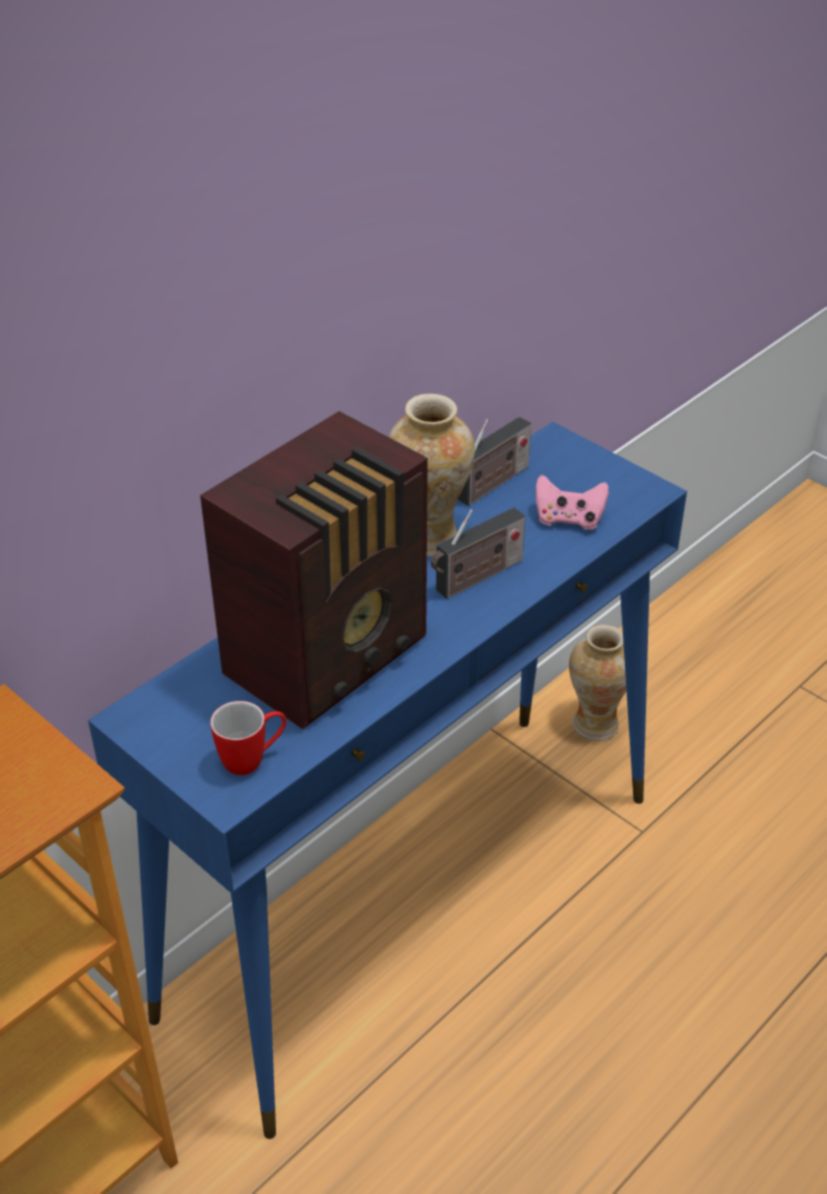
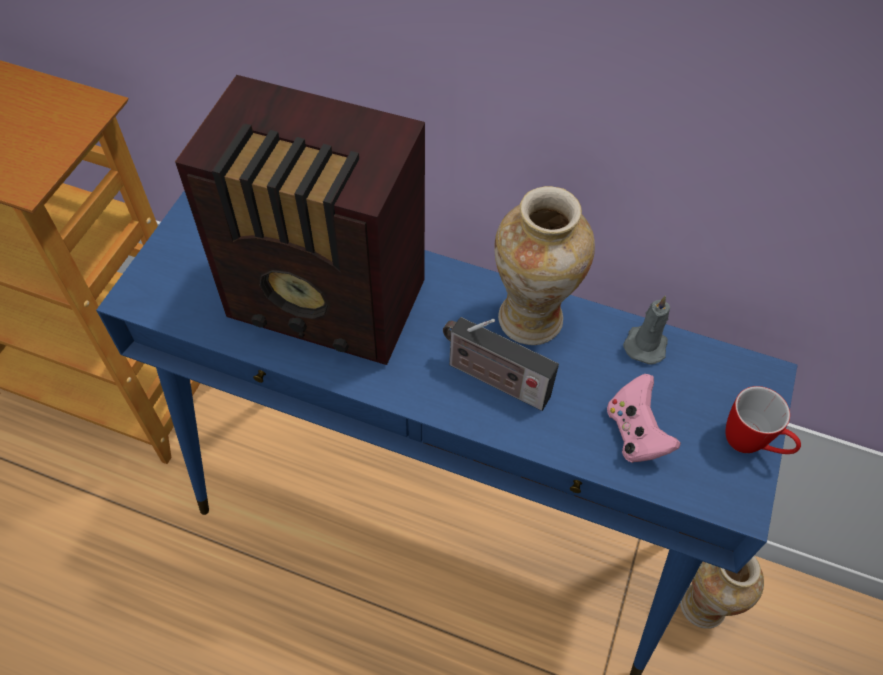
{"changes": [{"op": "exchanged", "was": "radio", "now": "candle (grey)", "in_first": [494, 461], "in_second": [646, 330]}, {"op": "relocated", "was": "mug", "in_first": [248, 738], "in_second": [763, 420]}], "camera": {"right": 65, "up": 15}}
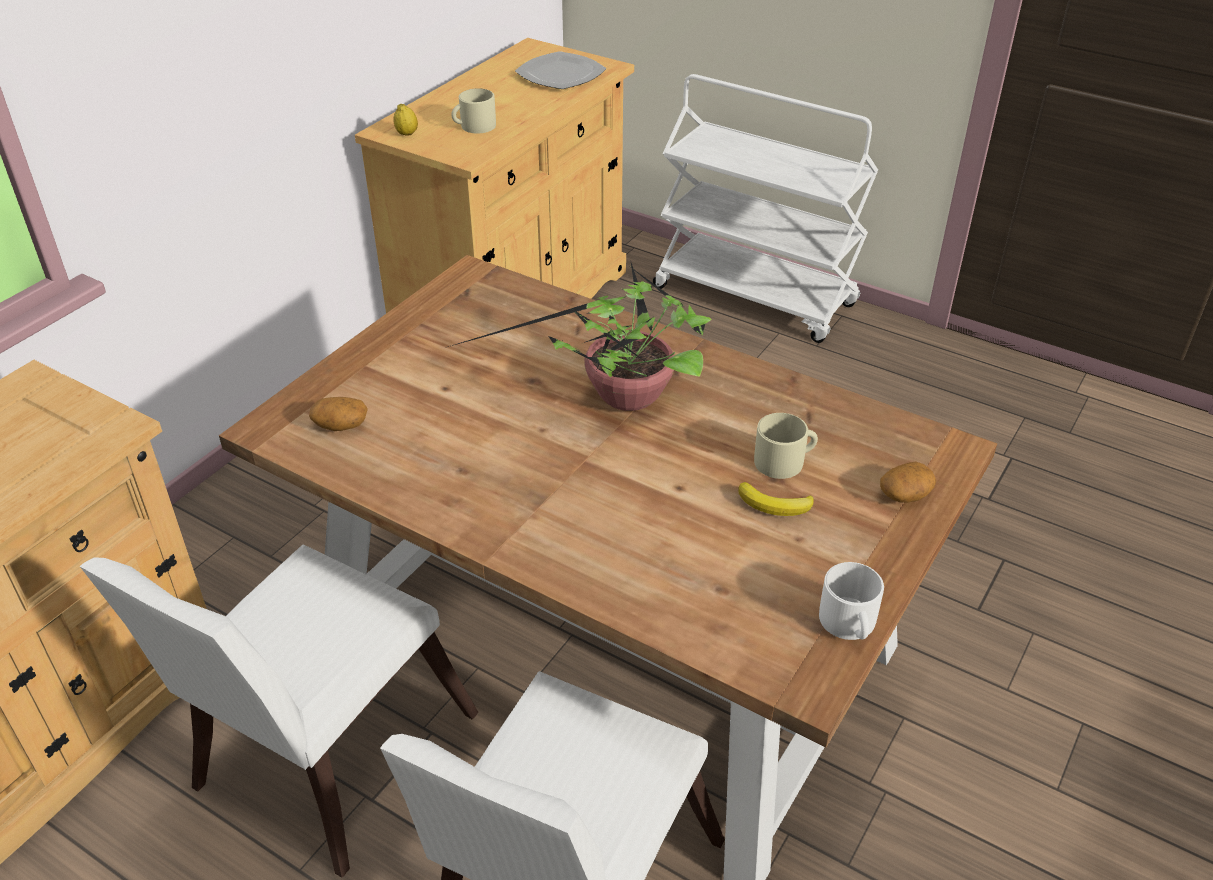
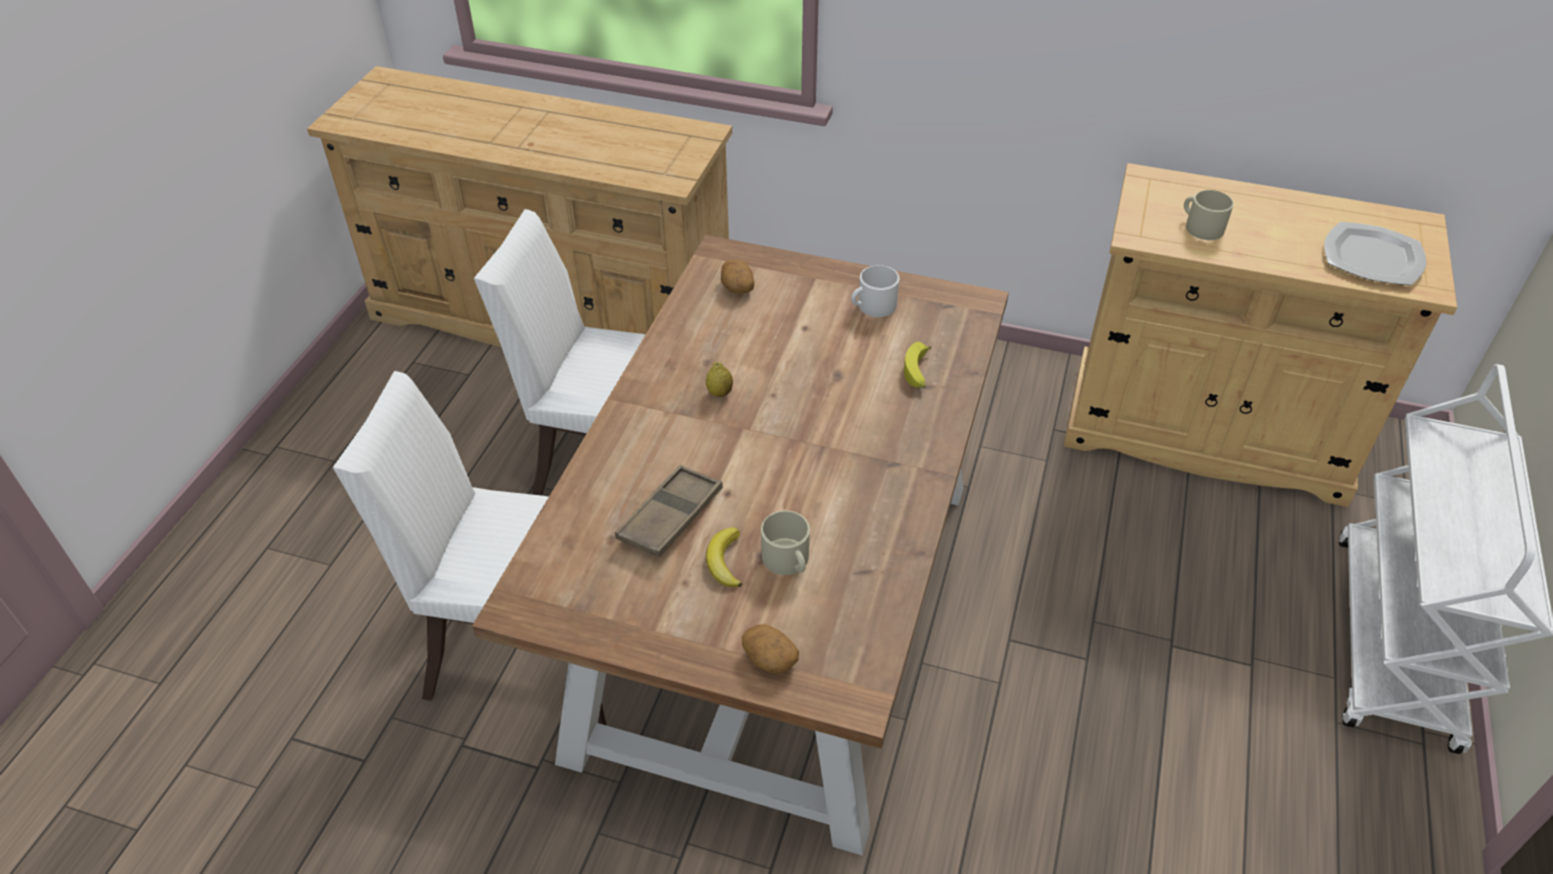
{"changes": [{"op": "relocated", "was": "lemon", "in_first": [405, 120], "in_second": [719, 379]}, {"op": "missing", "was": "potted plant", "in_first": [578, 337]}, {"op": "relocated", "was": "mug (white)", "in_first": [851, 601], "in_second": [875, 291]}, {"op": "appeared", "now": "banana", "in_second": [917, 365]}, {"op": "appeared", "now": "tray (brown)", "in_second": [669, 511]}], "camera": {"right": 75, "up": 5}}
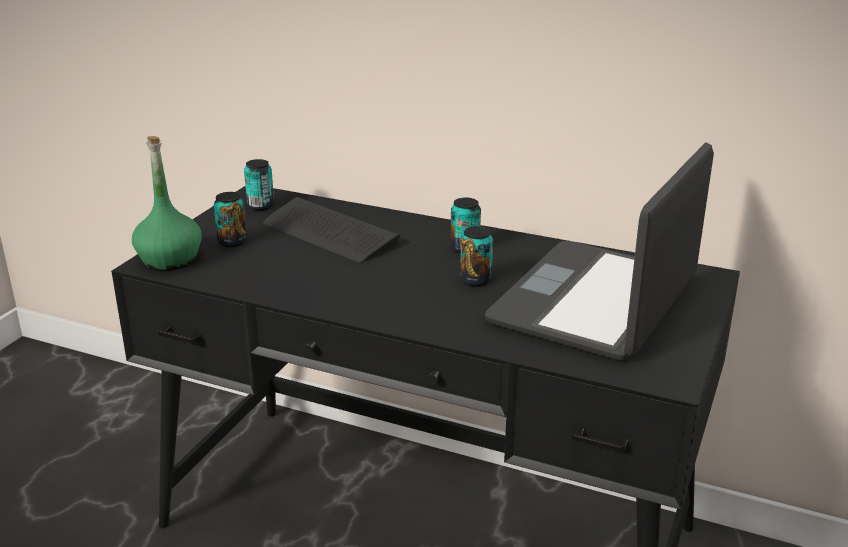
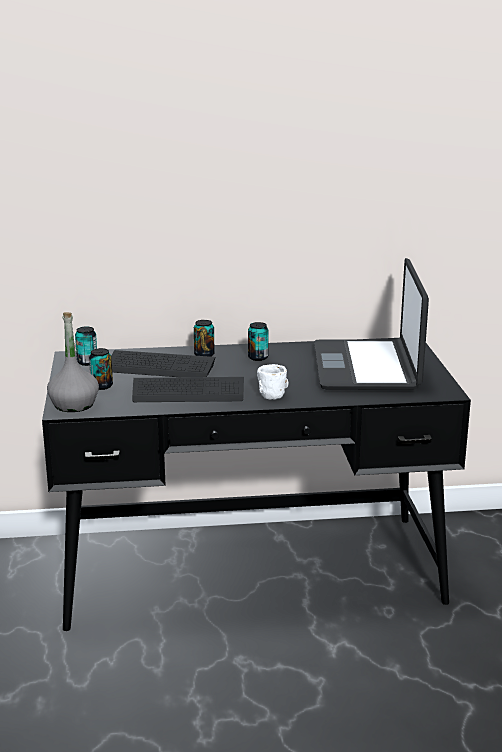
{"changes": [{"op": "colour", "was": "bottle (green)", "now": "bottle (grey)", "in_first": [167, 203], "in_second": [73, 362]}, {"op": "relocated", "was": "can", "in_first": [476, 256], "in_second": [204, 338]}, {"op": "appeared", "now": "mug (white)", "in_second": [272, 382]}, {"op": "appeared", "now": "keyboard", "in_second": [188, 389]}], "camera": {"right": -30, "up": -5}}
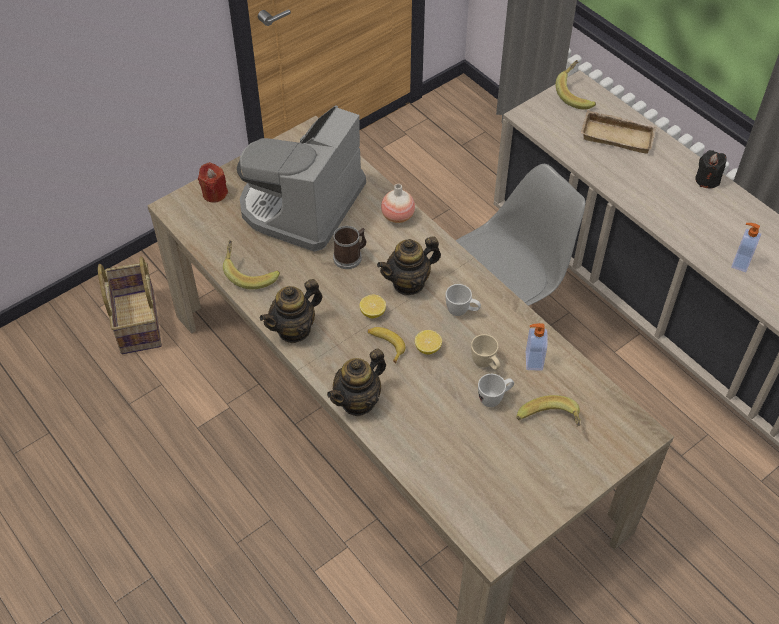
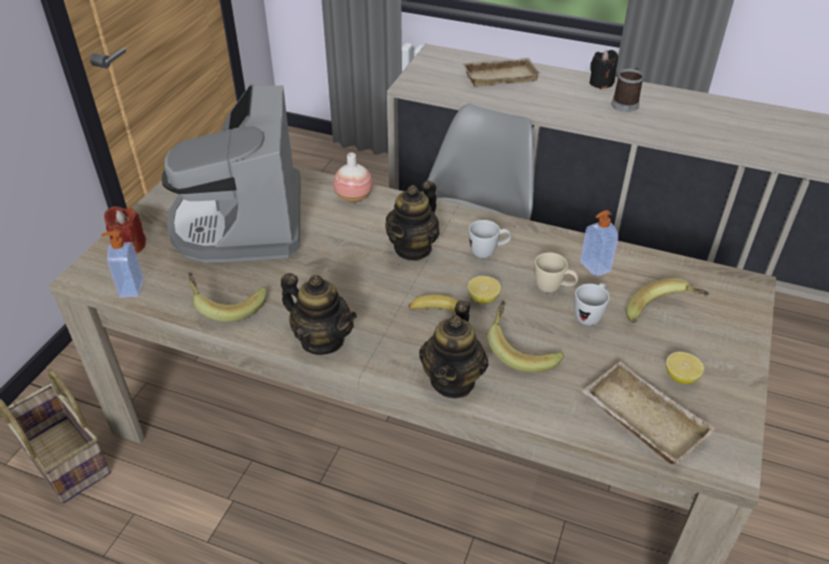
{"changes": [{"op": "relocated", "was": "banana", "in_first": [576, 85], "in_second": [525, 336]}, {"op": "relocated", "was": "soap dispenser", "in_first": [746, 247], "in_second": [122, 264]}, {"op": "relocated", "was": "mug", "in_first": [349, 247], "in_second": [627, 90]}, {"op": "spun", "was": "teapot", "in_first": [291, 311], "in_second": [319, 314], "clockwise": -75}, {"op": "relocated", "was": "lemon", "in_first": [373, 306], "in_second": [685, 368]}, {"op": "appeared", "now": "tray (beige)", "in_second": [649, 412]}], "camera": {"right": -30, "up": -10}}
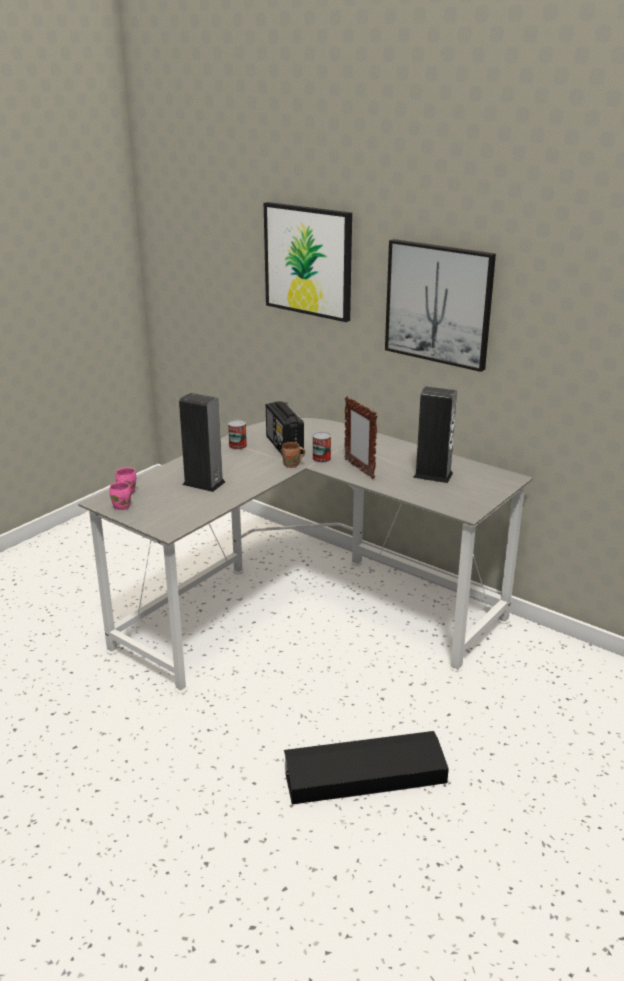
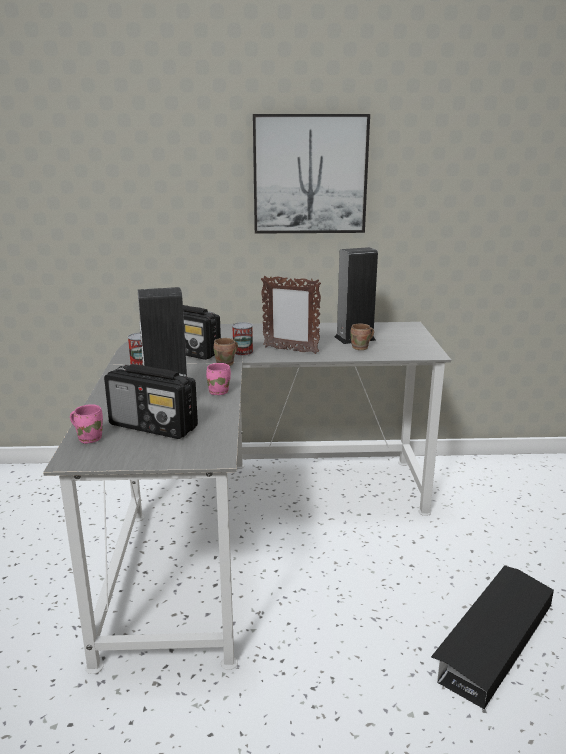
{"changes": [{"op": "missing", "was": "picture", "in_first": [308, 262]}, {"op": "relocated", "was": "mug (pink)", "in_first": [120, 496], "in_second": [218, 379]}, {"op": "appeared", "now": "mug (brown)", "in_second": [362, 337]}, {"op": "appeared", "now": "radio", "in_second": [151, 401]}], "camera": {"right": -40, "up": -5}}
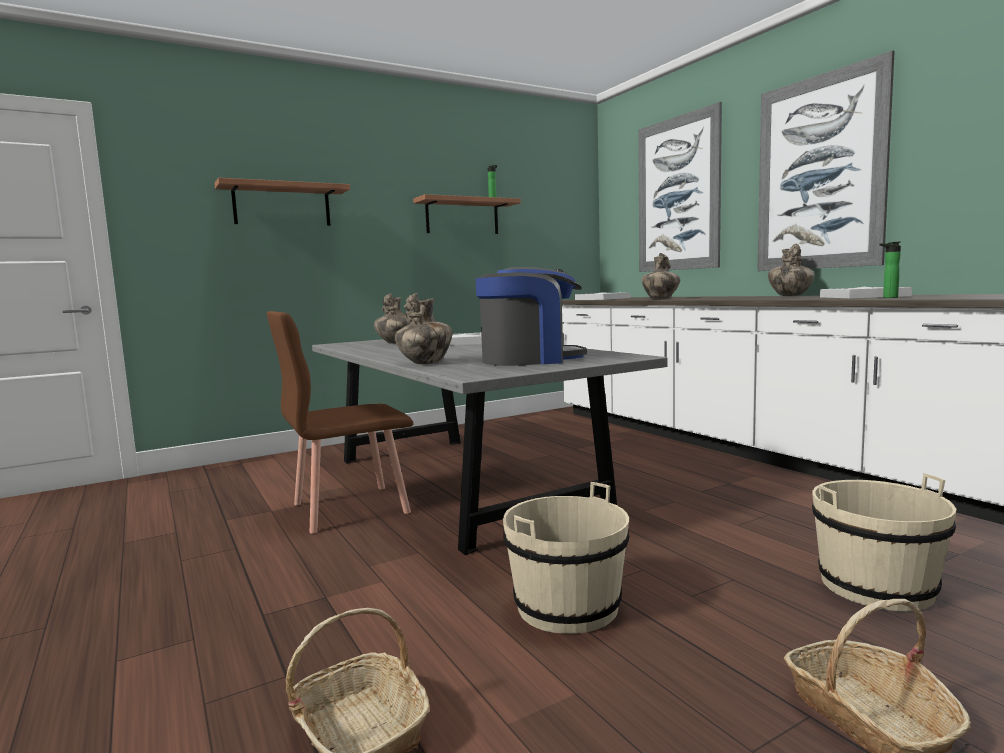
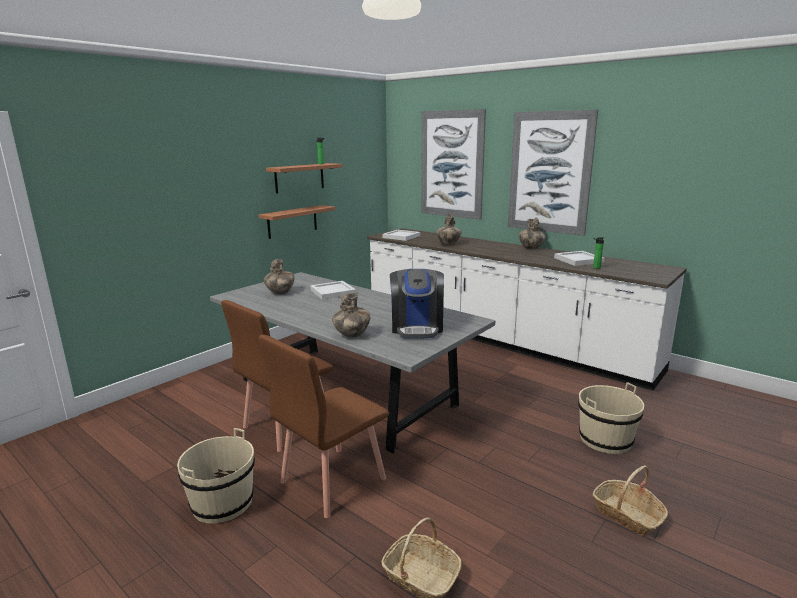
{"changes": [{"op": "relocated", "was": "shelf", "in_first": [282, 202], "in_second": [297, 222]}, {"op": "spun", "was": "coffee machine", "in_first": [531, 316], "in_second": [417, 303], "clockwise": 120}, {"op": "relocated", "was": "bucket (beige)", "in_first": [566, 558], "in_second": [216, 476]}, {"op": "appeared", "now": "chair (brown)", "in_second": [324, 426]}], "camera": {"right": -20, "up": 10}}
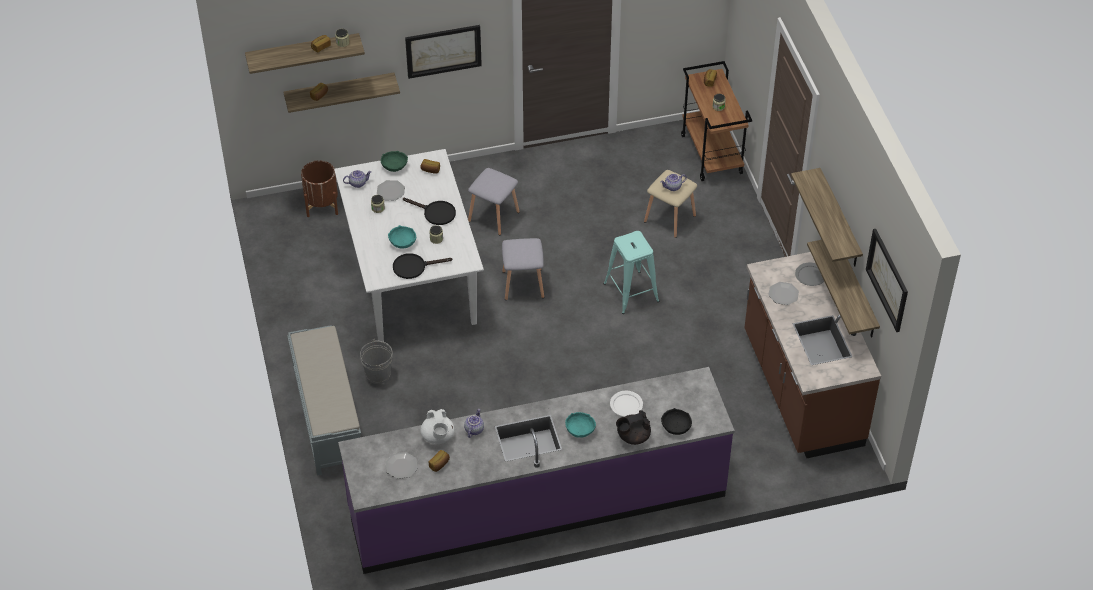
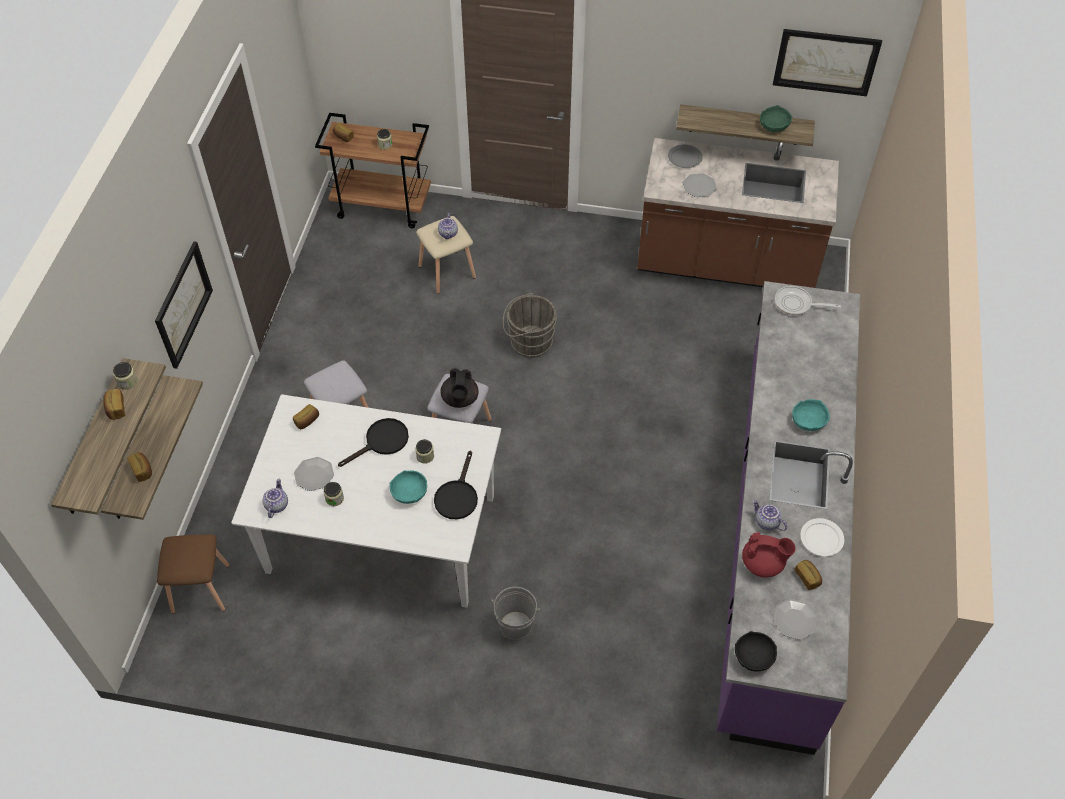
{"changes": [{"op": "relocated", "was": "bowl (green)", "in_first": [394, 161], "in_second": [776, 118]}, {"op": "exchanged", "was": "planter (brown)", "now": "stool (brown)", "in_first": [319, 188], "in_second": [193, 574]}, {"op": "missing", "was": "shelf", "in_first": [827, 217]}, {"op": "exchanged", "was": "stool (turquoise)", "now": "bucket (grey)", "in_first": [631, 272], "in_second": [530, 325]}, {"op": "missing", "was": "bench (grey)", "in_first": [324, 401]}, {"op": "relocated", "was": "plate (white)", "in_first": [626, 404], "in_second": [822, 537]}, {"op": "relocated", "was": "bowl (black)", "in_first": [676, 421], "in_second": [756, 651]}, {"op": "colour", "was": "teapot (white)", "now": "teapot (red)", "in_first": [437, 426], "in_second": [769, 555]}, {"op": "relocated", "was": "teapot (black)", "in_first": [633, 427], "in_second": [459, 388]}, {"op": "appeared", "now": "frying pan", "in_second": [808, 300]}], "camera": {"right": -65, "up": 5}}
